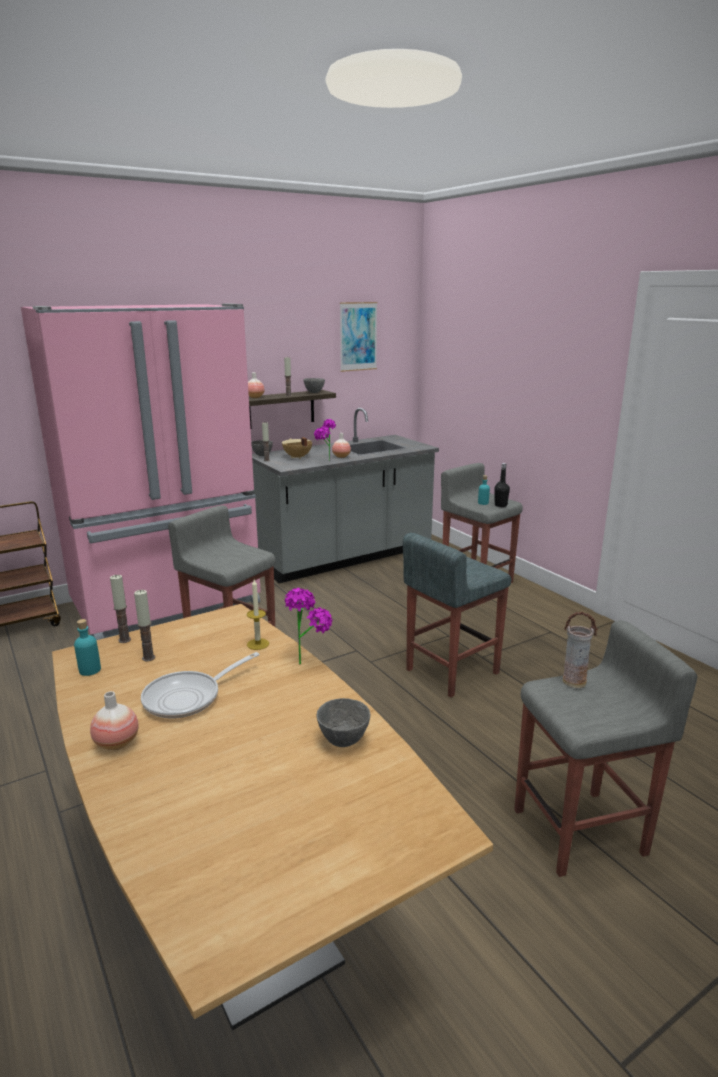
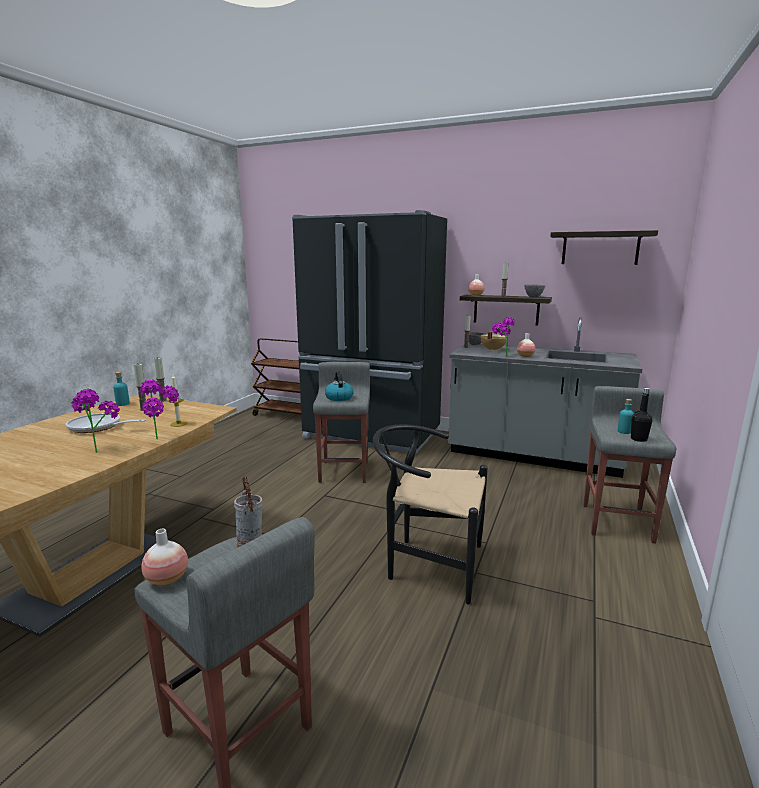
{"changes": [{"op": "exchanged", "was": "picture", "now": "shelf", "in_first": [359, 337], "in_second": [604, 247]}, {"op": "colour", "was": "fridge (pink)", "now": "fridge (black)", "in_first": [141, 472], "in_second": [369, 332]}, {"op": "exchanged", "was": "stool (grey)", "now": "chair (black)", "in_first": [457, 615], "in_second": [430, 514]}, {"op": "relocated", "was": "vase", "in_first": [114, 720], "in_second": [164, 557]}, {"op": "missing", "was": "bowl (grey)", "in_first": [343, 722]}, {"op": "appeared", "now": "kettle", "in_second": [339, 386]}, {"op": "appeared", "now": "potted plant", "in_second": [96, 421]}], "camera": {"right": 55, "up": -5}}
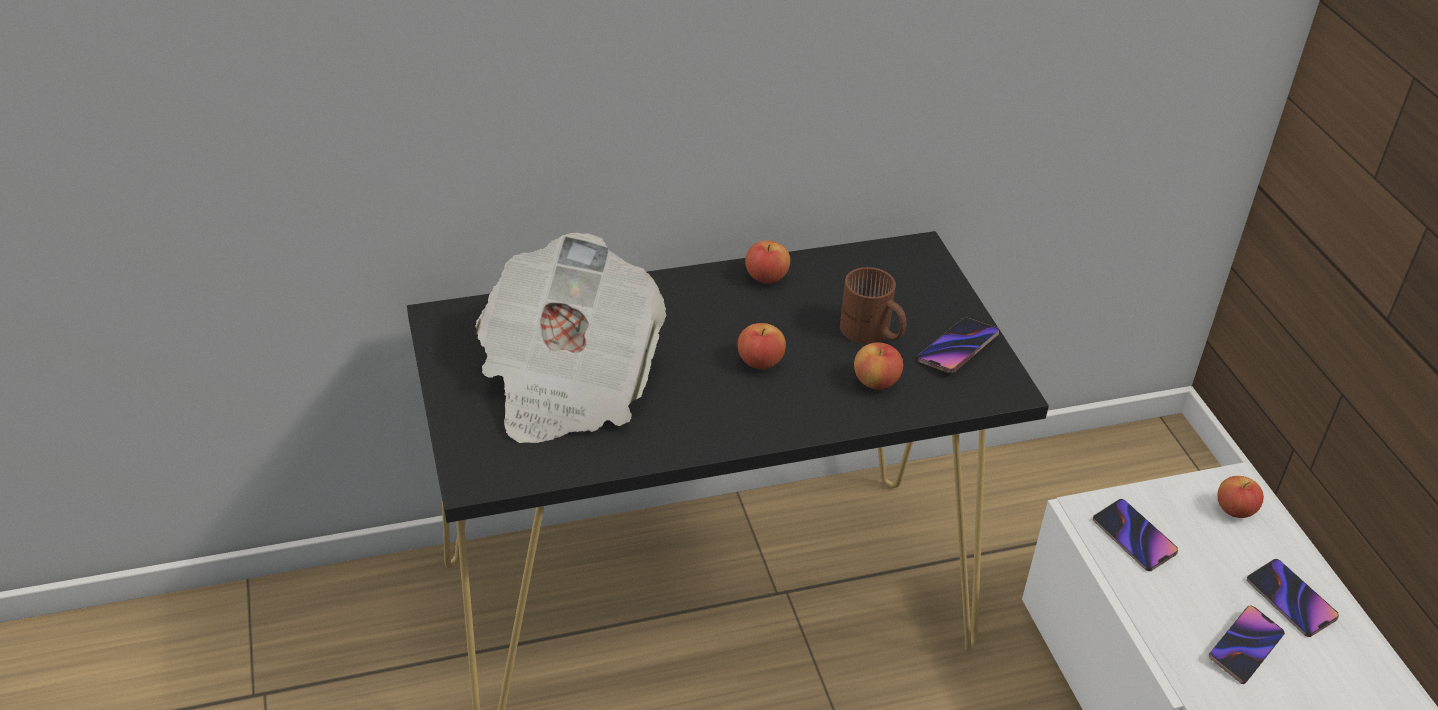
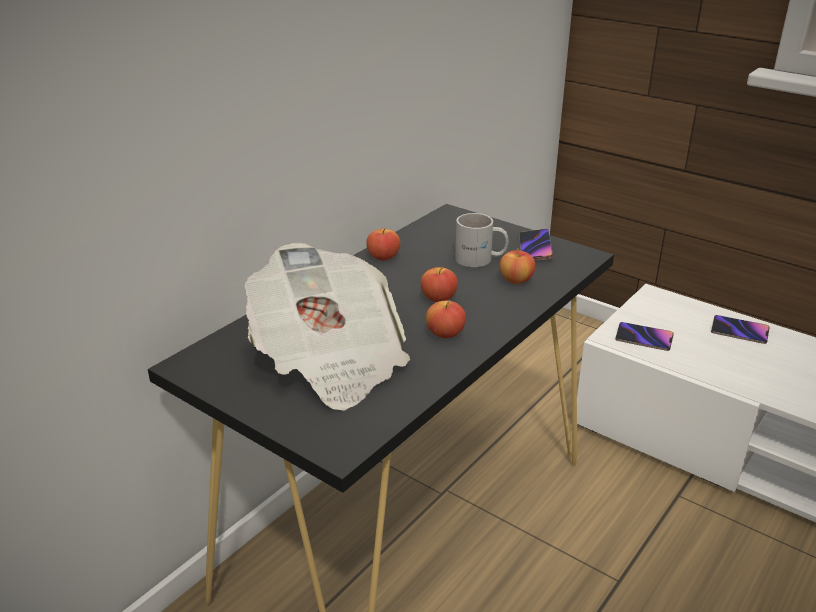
{"changes": [{"op": "colour", "was": "mug (brown)", "now": "mug (white)", "in_first": [873, 305], "in_second": [482, 240]}, {"op": "relocated", "was": "apple", "in_first": [1240, 497], "in_second": [446, 319]}, {"op": "missing", "was": "phone", "in_first": [1247, 645]}], "camera": {"right": -35, "up": -10}}
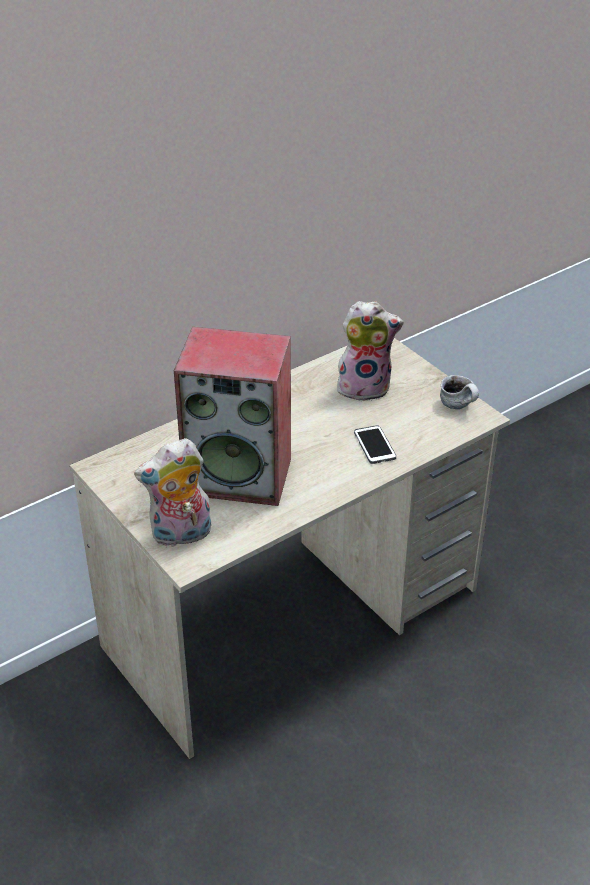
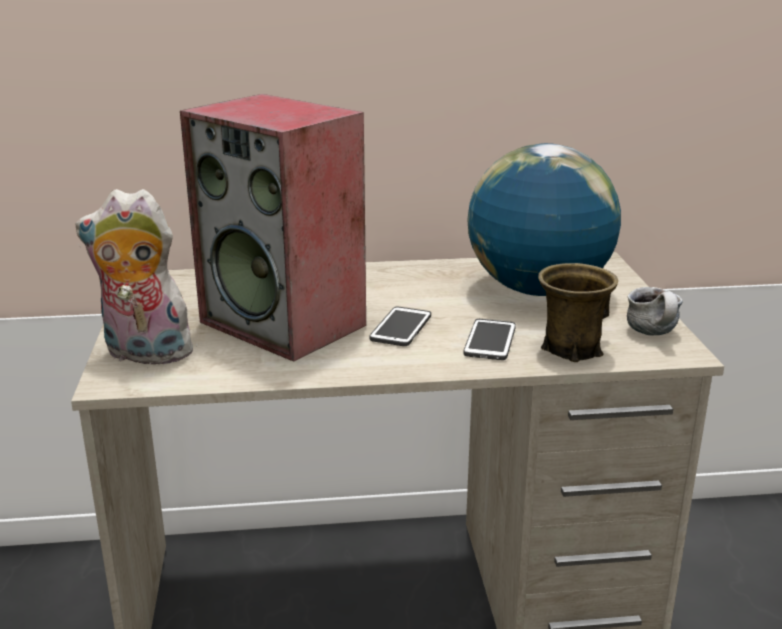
{"changes": [{"op": "exchanged", "was": "plush toy", "now": "globe", "in_first": [370, 351], "in_second": [544, 219]}, {"op": "appeared", "now": "mug (brown)", "in_second": [578, 312]}, {"op": "appeared", "now": "phone", "in_second": [400, 326]}], "camera": {"right": 30, "up": -15}}
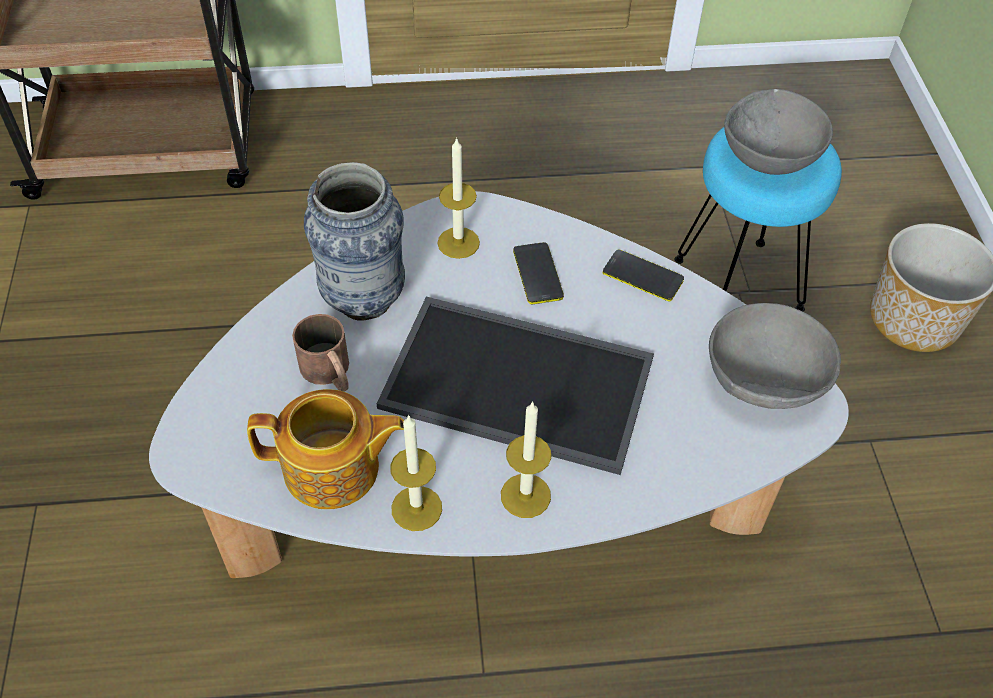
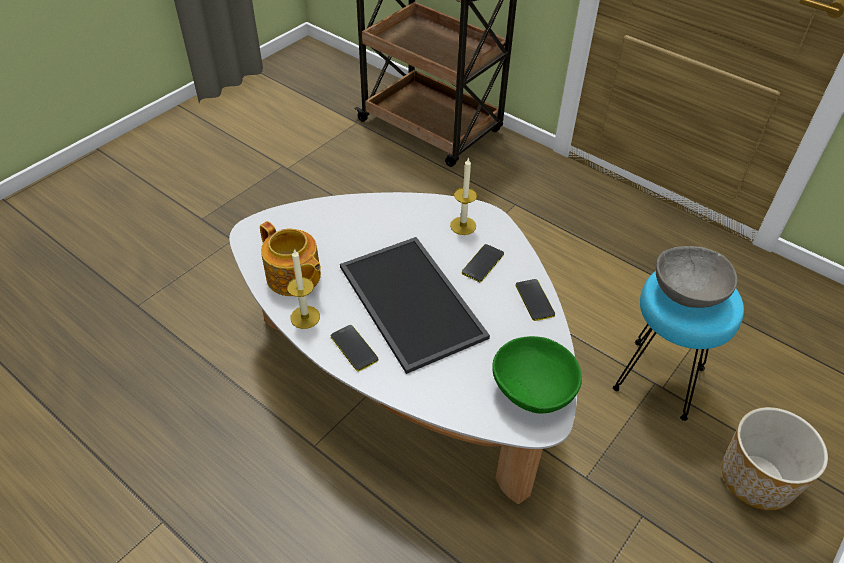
{"changes": [{"op": "missing", "was": "vase", "in_first": [354, 241]}, {"op": "colour", "was": "bowl (grey)", "now": "bowl (green)", "in_first": [775, 356], "in_second": [537, 374]}, {"op": "missing", "was": "mug (brown)", "in_first": [320, 353]}, {"op": "exchanged", "was": "candle", "now": "phone", "in_first": [526, 459], "in_second": [354, 348]}], "camera": {"right": 45, "up": -5}}
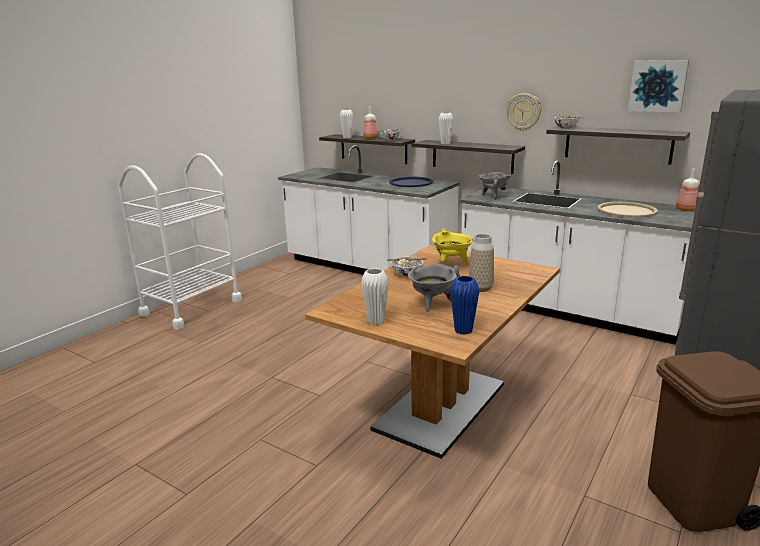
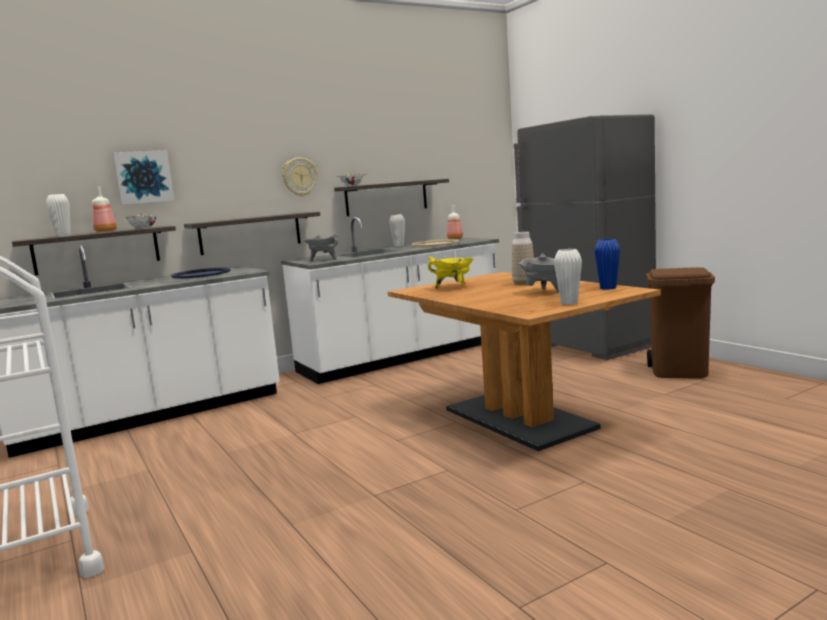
{"changes": [{"op": "relocated", "was": "picture", "in_first": [658, 86], "in_second": [143, 177]}, {"op": "relocated", "was": "vase (white)", "in_first": [446, 128], "in_second": [397, 230]}, {"op": "missing", "was": "bowl", "in_first": [407, 267]}], "camera": {"right": -65, "up": -10}}
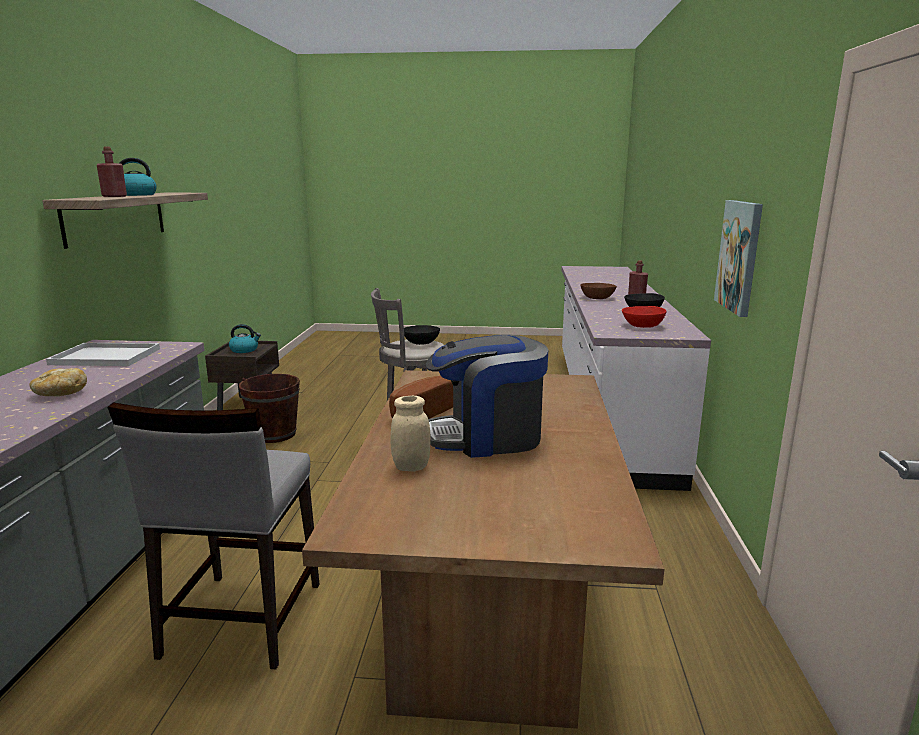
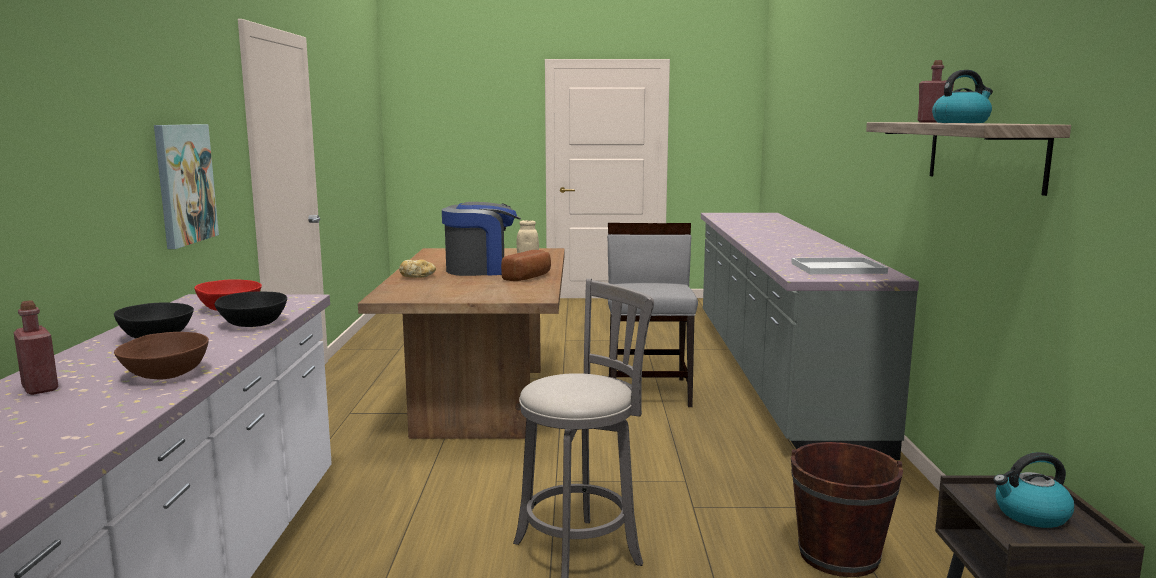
{"changes": [{"op": "relocated", "was": "bowl (black)", "in_first": [422, 335], "in_second": [250, 309]}, {"op": "relocated", "was": "bread", "in_first": [58, 382], "in_second": [417, 269]}], "camera": {"right": 175, "up": -5}}
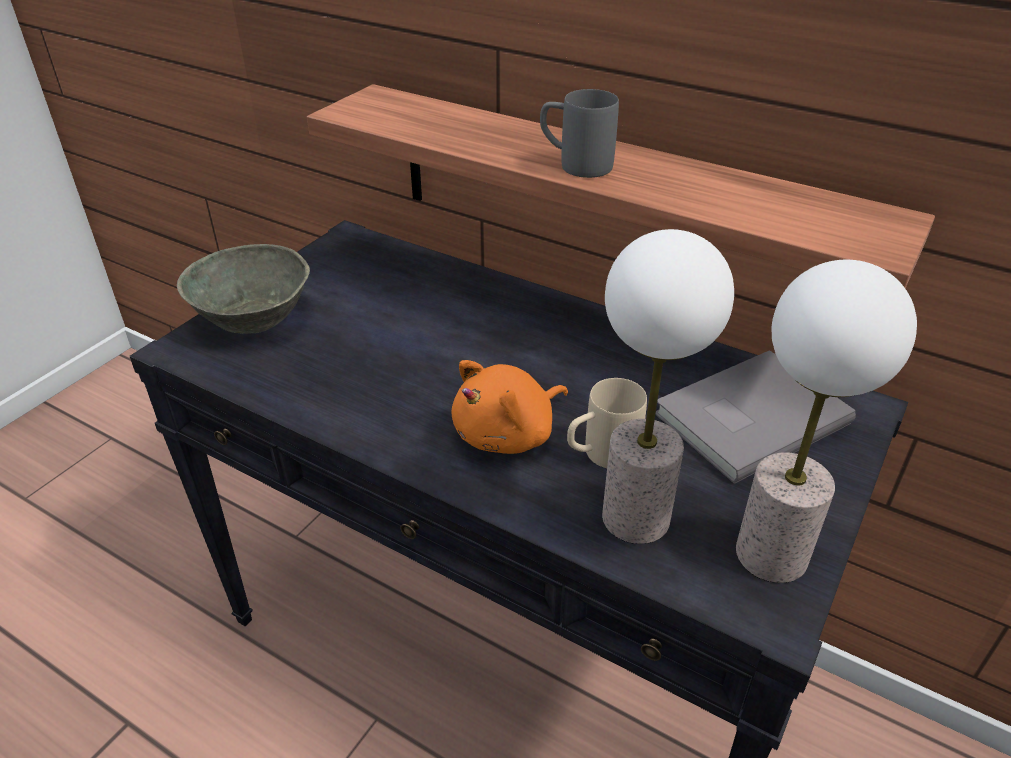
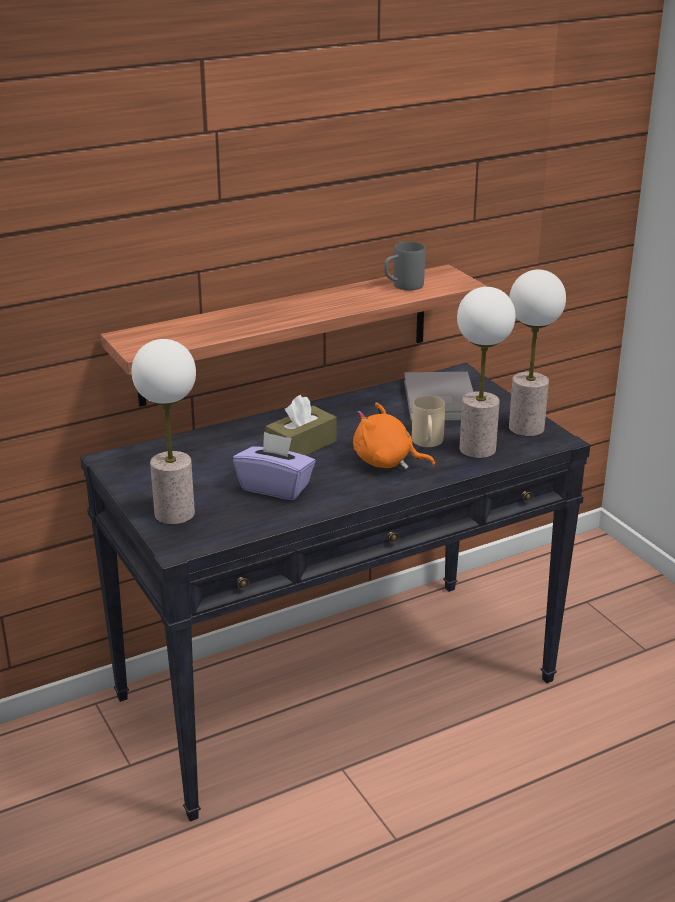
{"changes": [{"op": "relocated", "was": "mug (grey)", "in_first": [579, 133], "in_second": [404, 266]}, {"op": "exchanged", "was": "bowl (grey)", "now": "table lamp", "in_first": [243, 289], "in_second": [164, 432]}, {"op": "spun", "was": "plush toy (orange)", "in_first": [509, 407], "in_second": [394, 435], "clockwise": 120}, {"op": "appeared", "now": "tissue box (brown)", "in_second": [301, 425]}, {"op": "appeared", "now": "tissue box (purple)", "in_second": [274, 466]}], "camera": {"right": -60, "up": -10}}
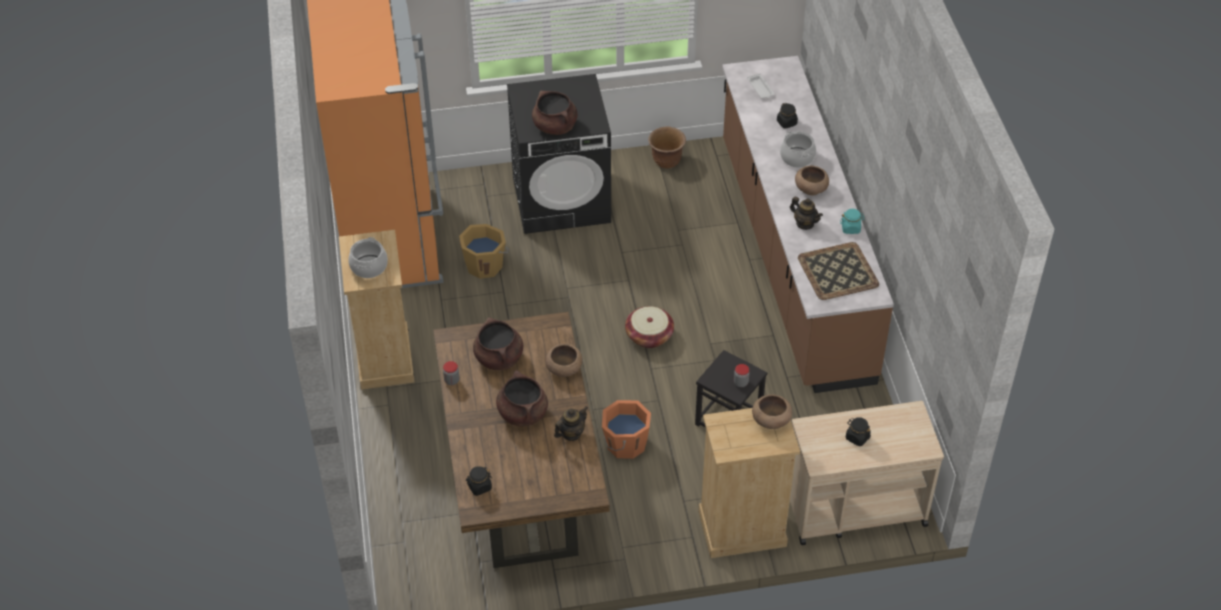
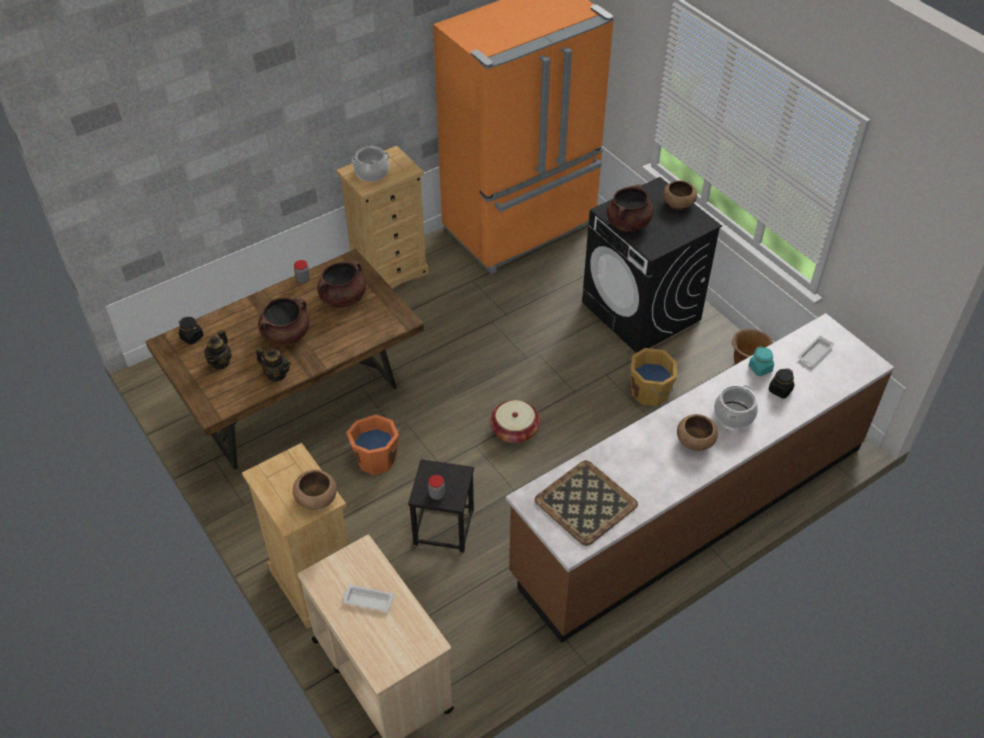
{"changes": [{"op": "relocated", "was": "teapot", "in_first": [806, 213], "in_second": [218, 349]}, {"op": "relocated", "was": "jar (turquoise)", "in_first": [852, 221], "in_second": [761, 361]}, {"op": "relocated", "was": "bucket (orange)", "in_first": [484, 251], "in_second": [654, 377]}, {"op": "relocated", "was": "bowl (brown)", "in_first": [563, 360], "in_second": [680, 195]}, {"op": "exchanged", "was": "jar (black)", "now": "tray (white)", "in_first": [858, 431], "in_second": [368, 598]}], "camera": {"right": 65, "up": 0}}
